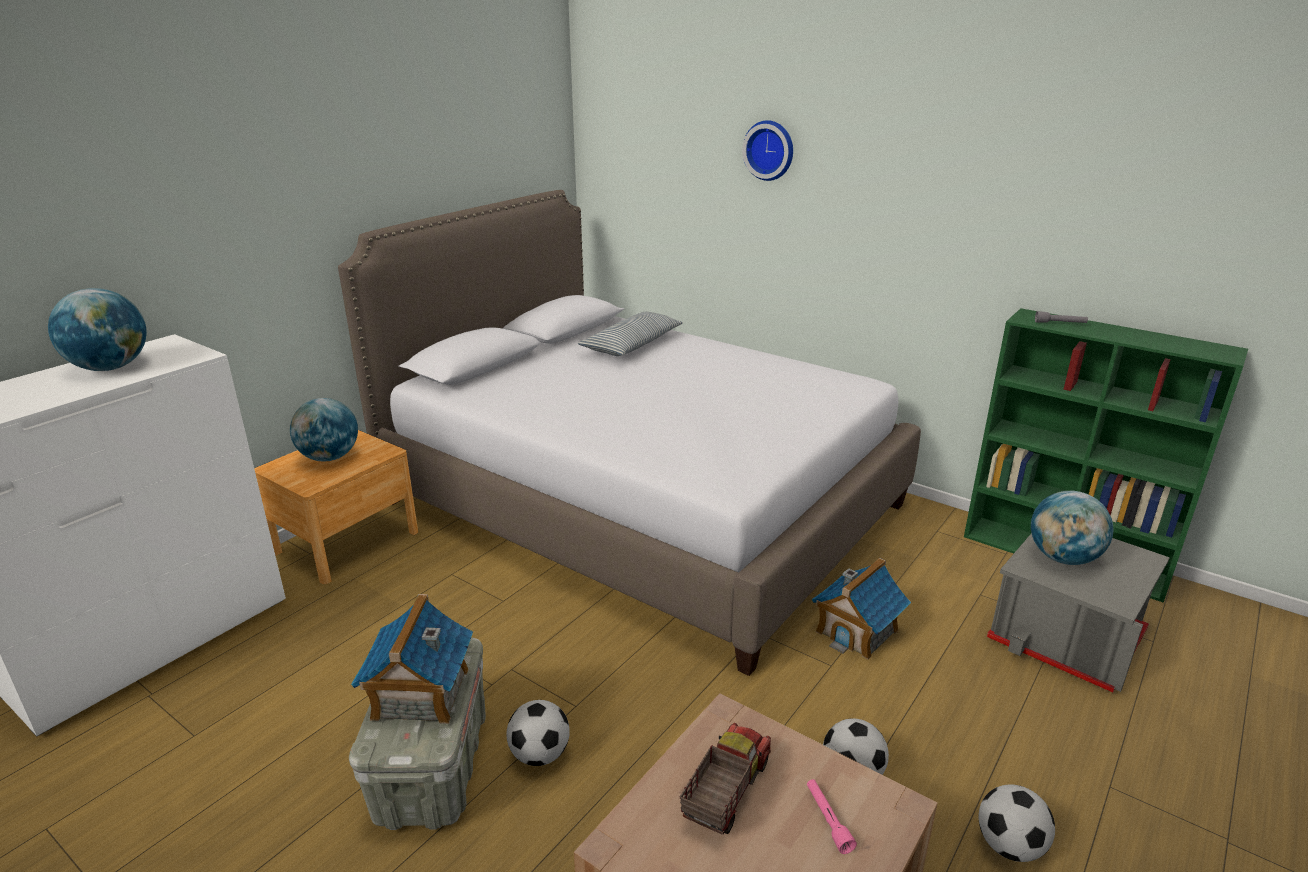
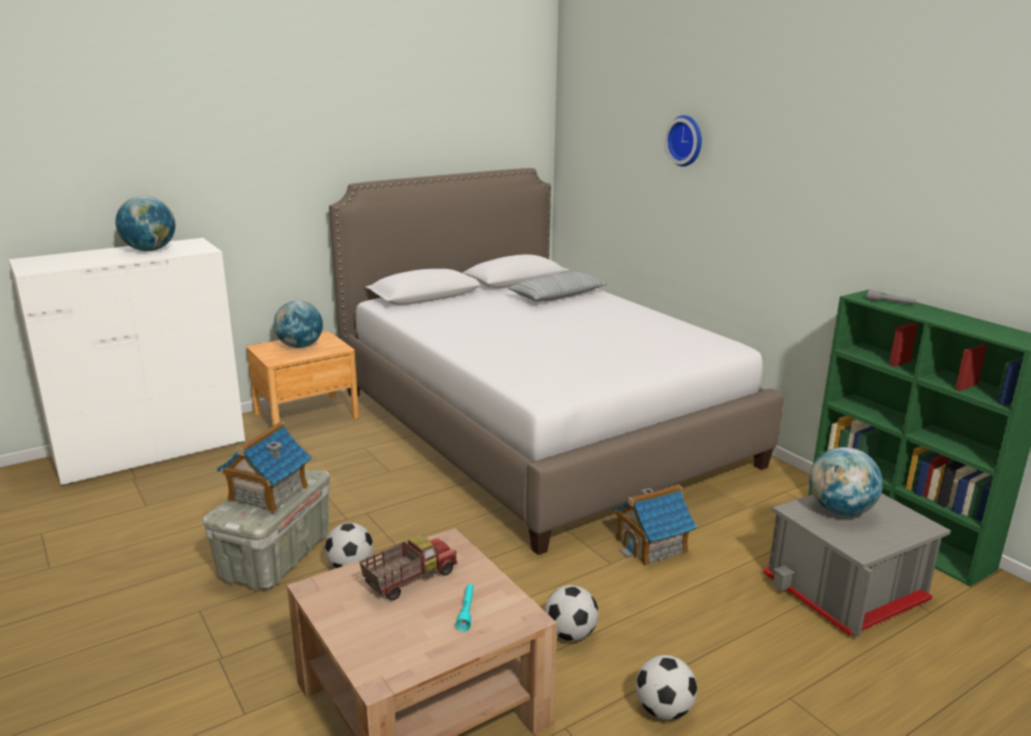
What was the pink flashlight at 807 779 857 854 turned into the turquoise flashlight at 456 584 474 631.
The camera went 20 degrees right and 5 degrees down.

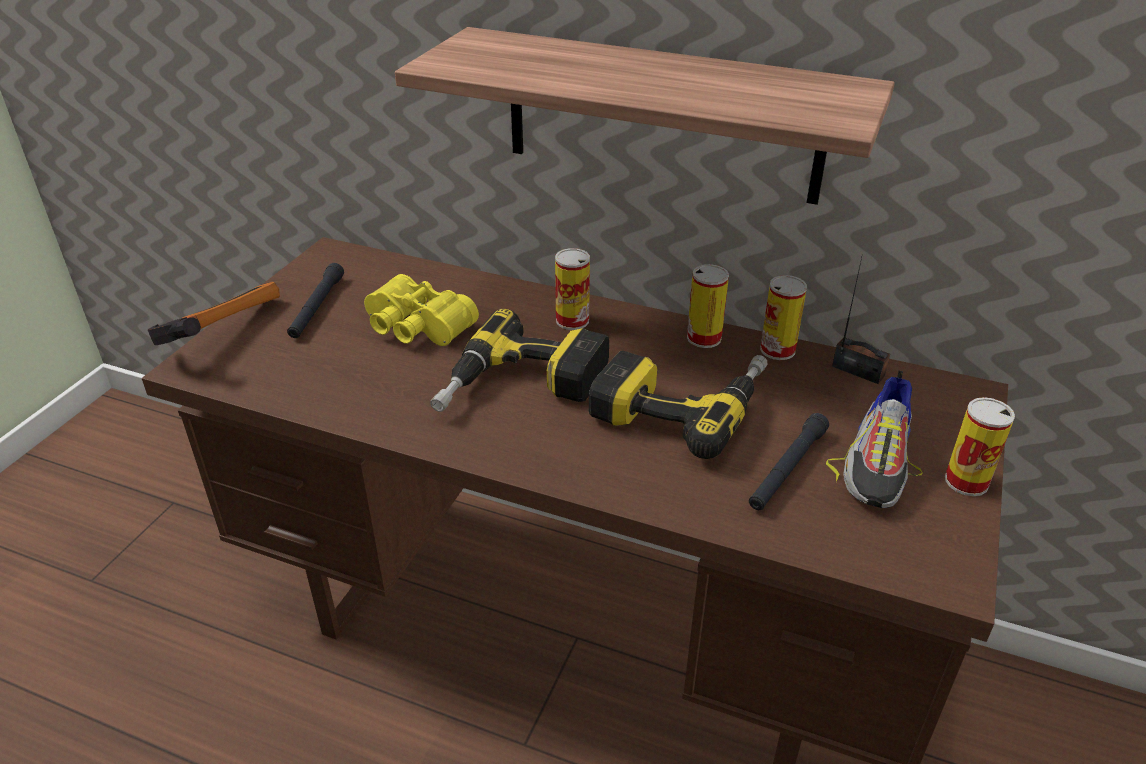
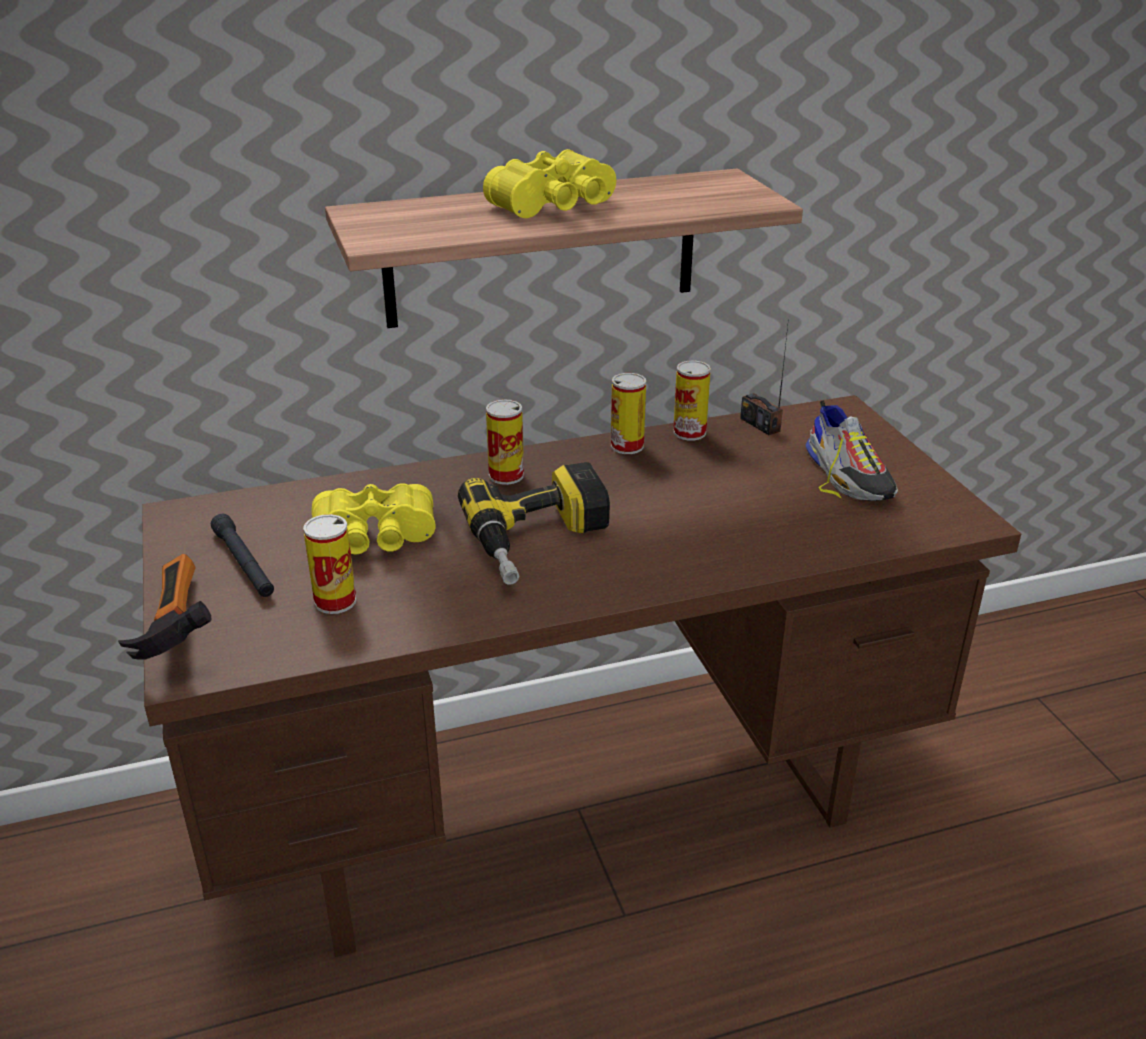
The can ended up elsewhere, having gone from 945 397 1015 496 to 303 514 356 614.
The second view gained the yellow binoculars at 483 149 616 218.
The radio at 832 257 890 384 ended up facing another way, 120 degrees counterclockwise from before.
The second view lost the power drill at 589 351 768 459.
The second view lost the black flashlight at 749 413 829 510.
The camera went 40 degrees left and 5 degrees down.

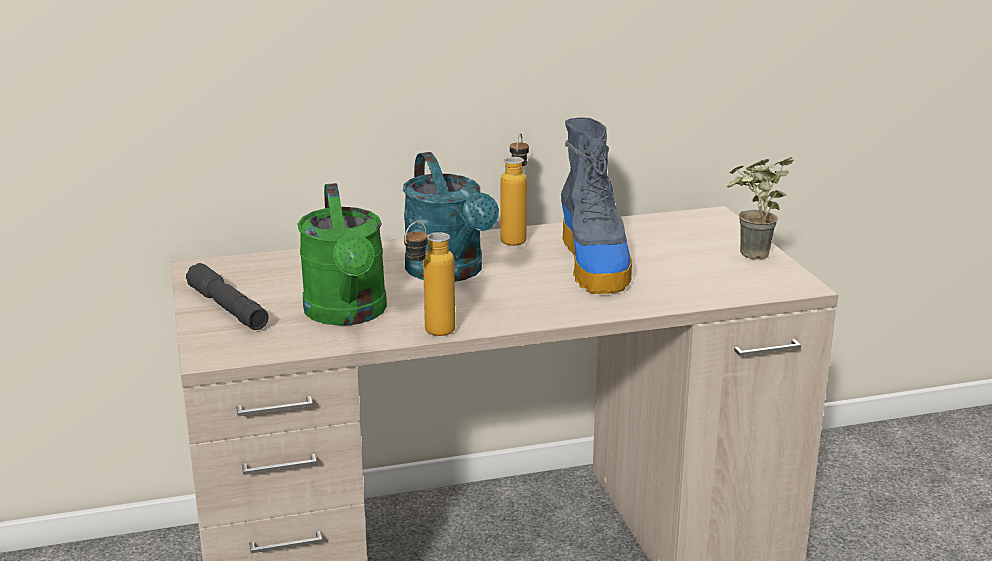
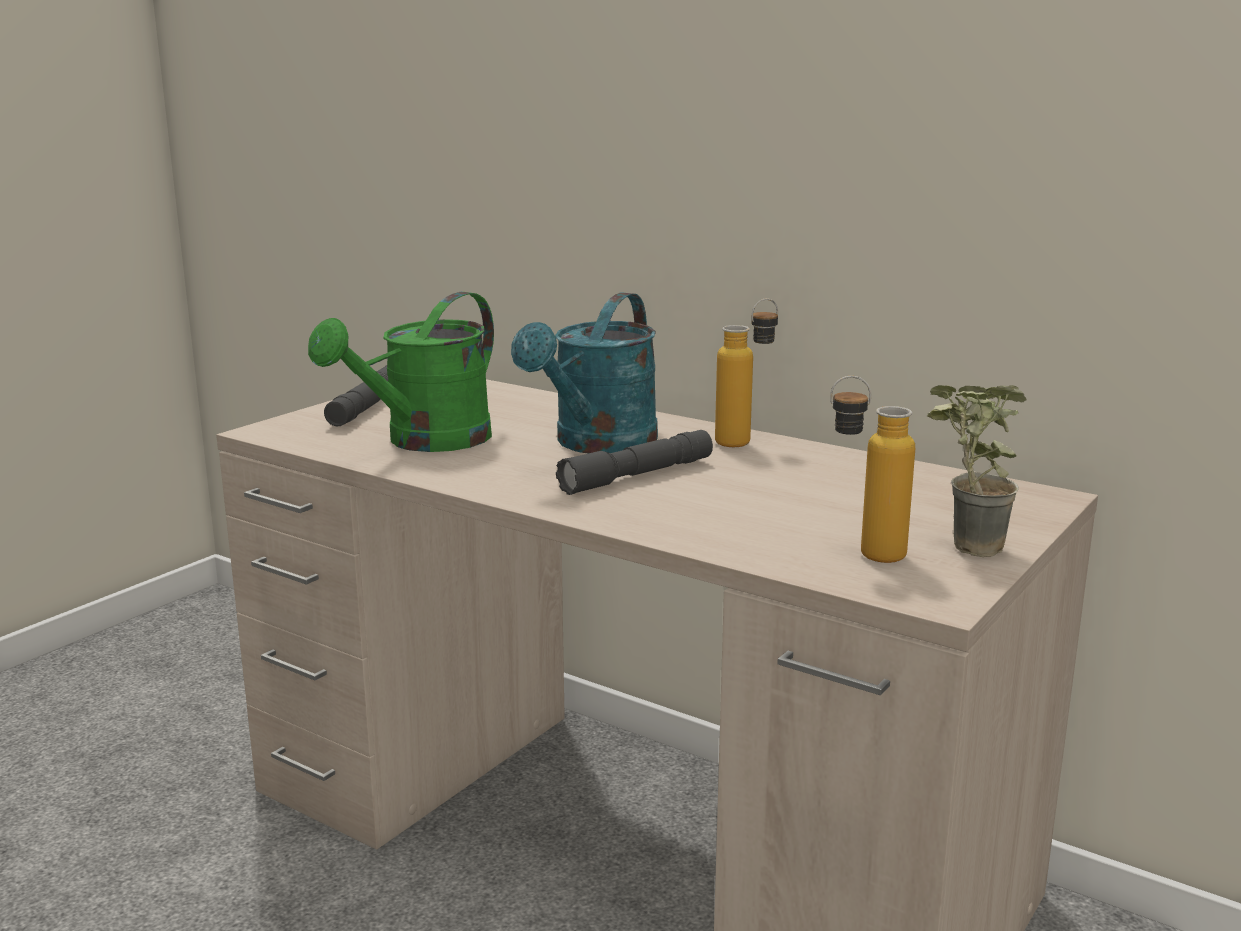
The second view gained the grey flashlight at 556 430 713 495.
The bottle ended up elsewhere, having gone from 404 221 455 336 to 830 376 915 563.
The second view lost the boot at 561 117 632 294.
The camera went 50 degrees right and 5 degrees down.

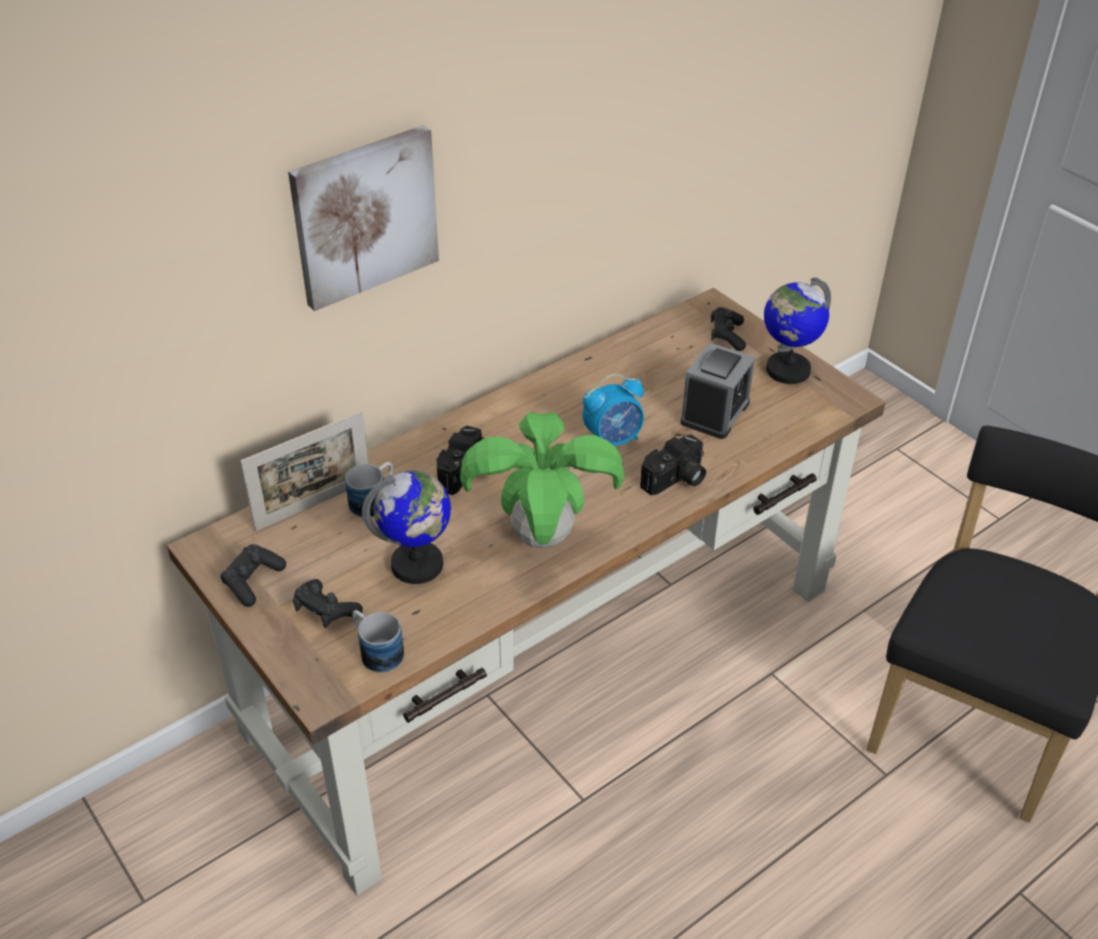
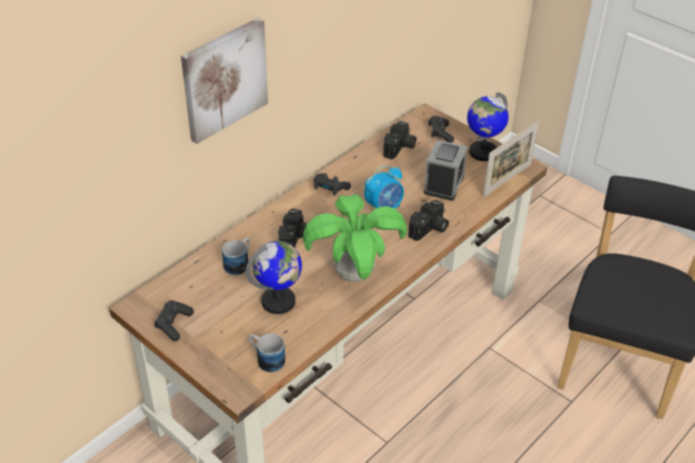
The black game controller ended up elsewhere, having gone from 293 579 363 628 to 314 173 351 196.
The second view gained the photo camera at 383 121 417 159.
The picture frame ended up elsewhere, having gone from 240 411 369 531 to 483 121 539 197.
The camera went 10 degrees left and 0 degrees up.

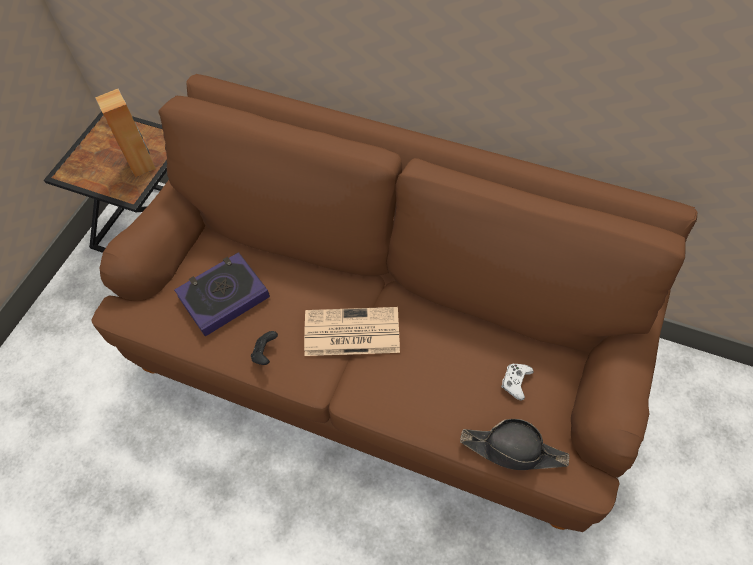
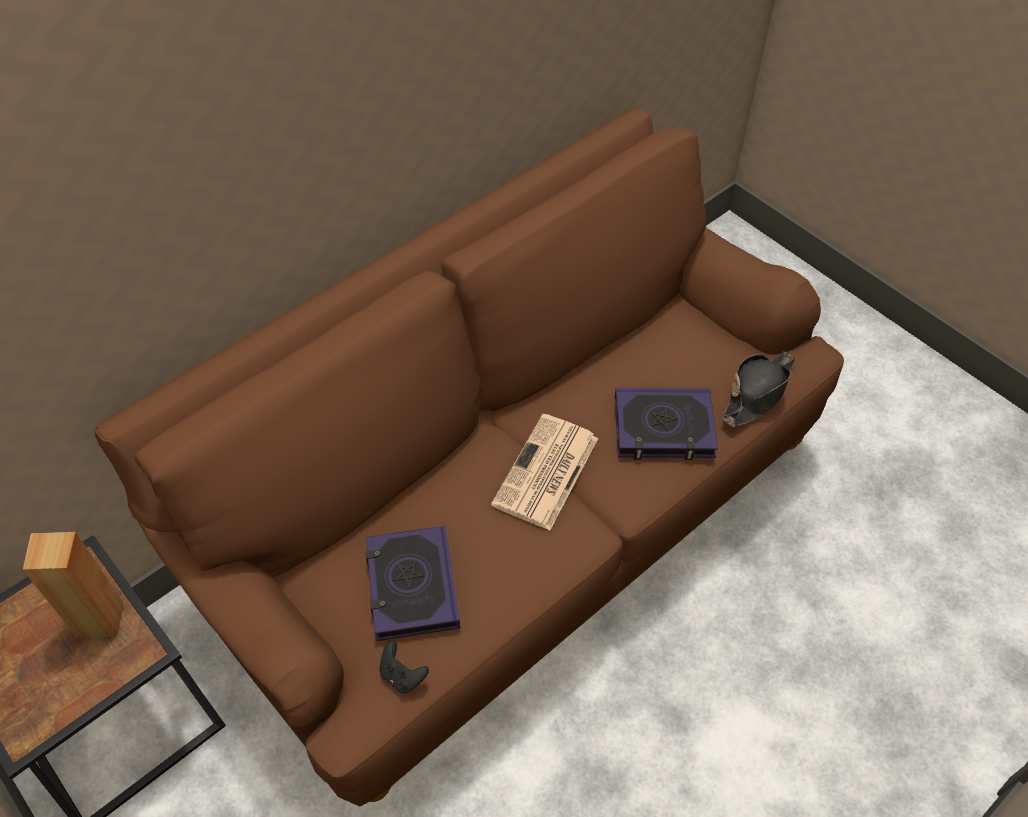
The black game controller ended up elsewhere, having gone from 251 331 278 365 to 379 641 429 693.
The second view gained the book at 615 388 718 460.
The second view lost the white game controller at 501 364 534 401.
The camera went 65 degrees left and 5 degrees down.

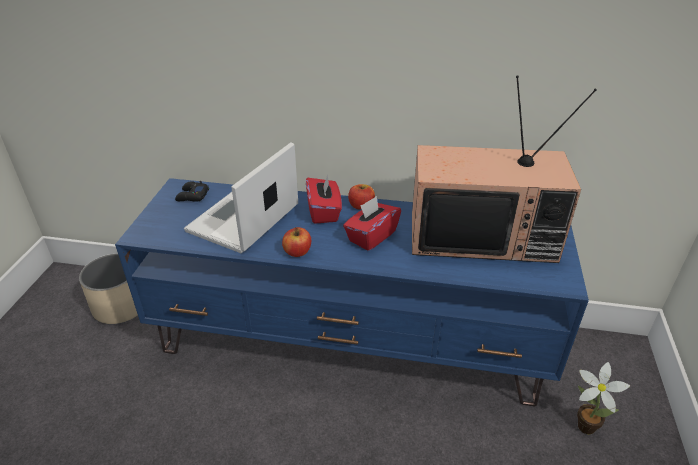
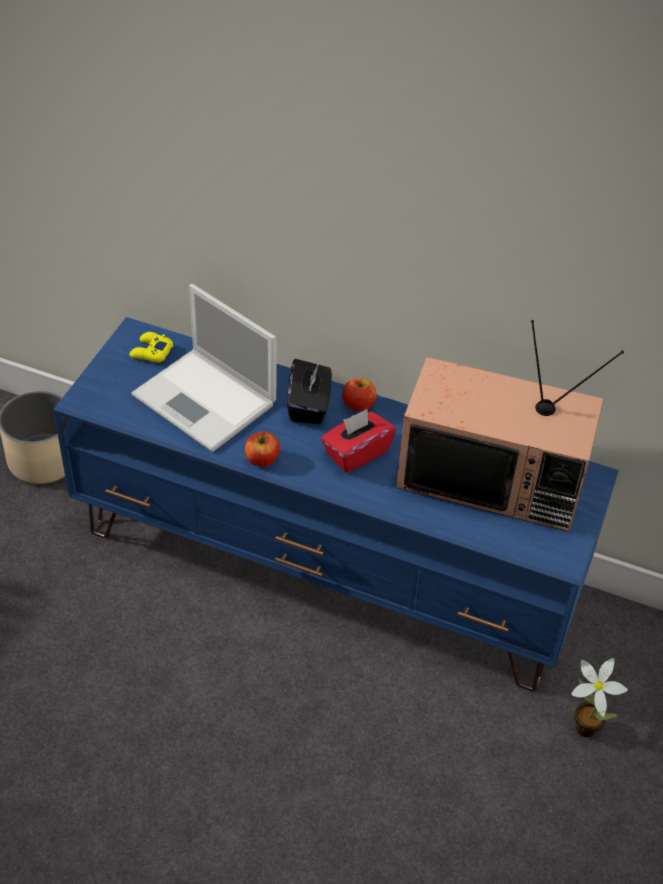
What was the black game controller at 175 181 209 201 turned into the yellow game controller at 129 332 173 363.
The laptop at 184 142 298 253 ended up facing another way, 90 degrees counterclockwise from before.
What was the red tissue box at 306 175 342 224 turned into the black tissue box at 287 359 332 424.
The camera went 10 degrees right and 10 degrees up.

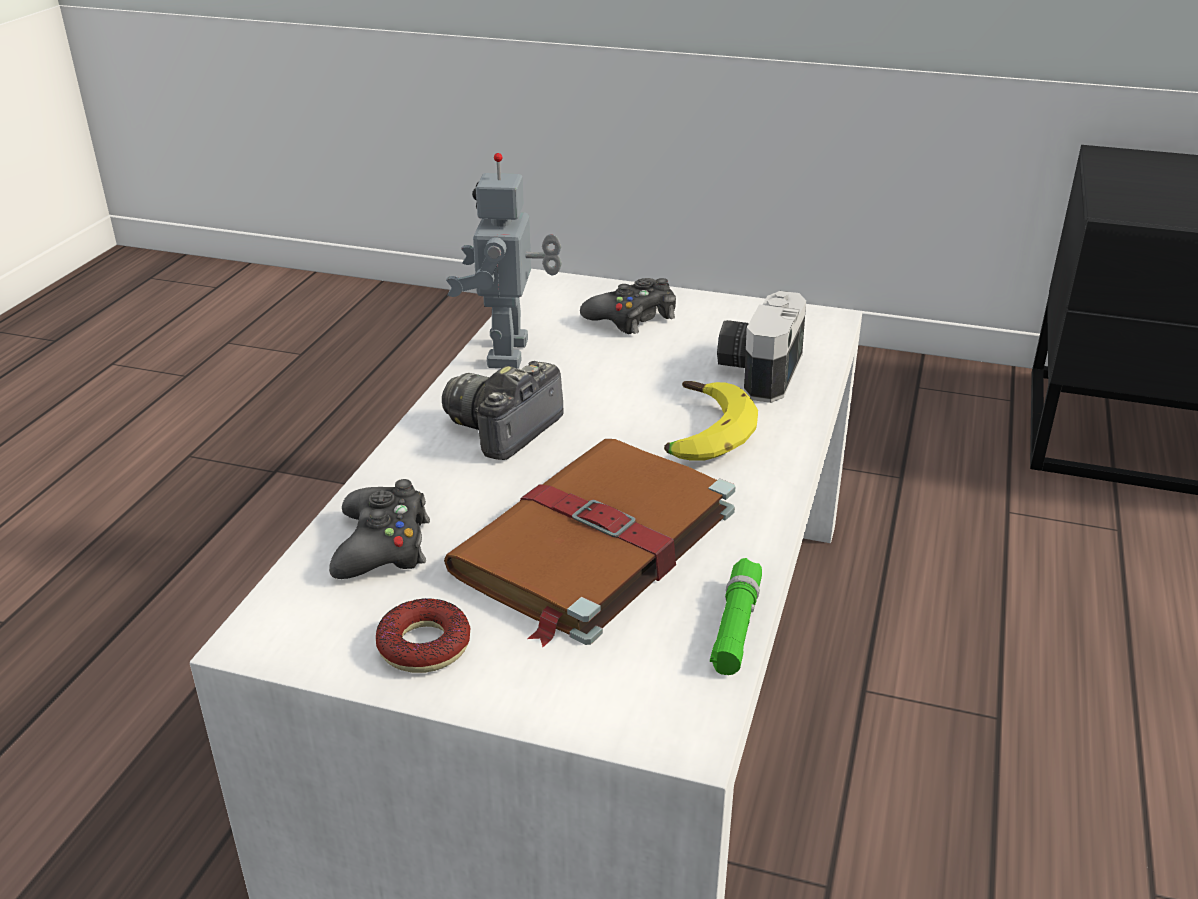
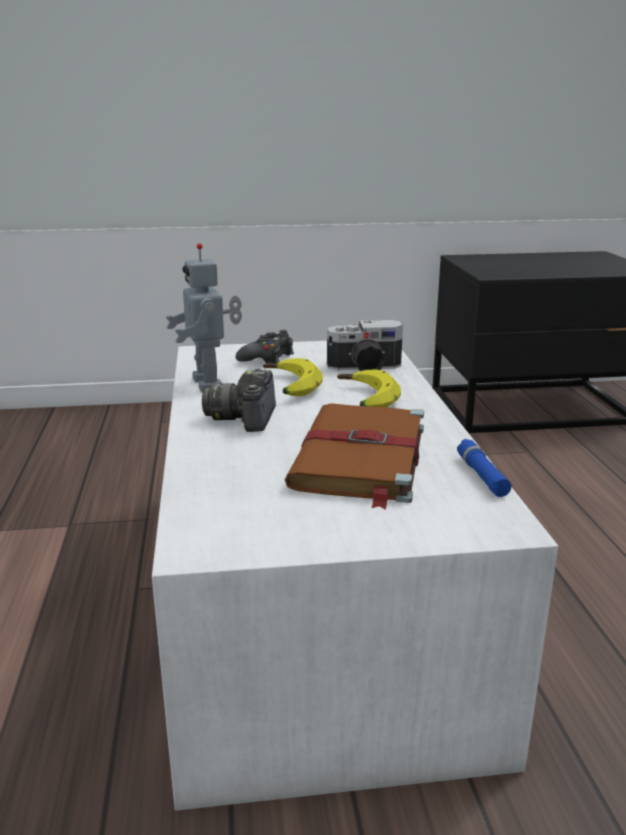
The second view gained the banana at 263 358 323 396.
The photo camera at 717 291 806 403 ended up facing another way, 90 degrees counterclockwise from before.
What was the green flashlight at 710 558 762 675 turned into the blue flashlight at 457 439 512 497.
The second view lost the black game controller at 329 479 430 579.
The second view lost the donut at 376 598 470 673.
The camera went 25 degrees left and 10 degrees down.

